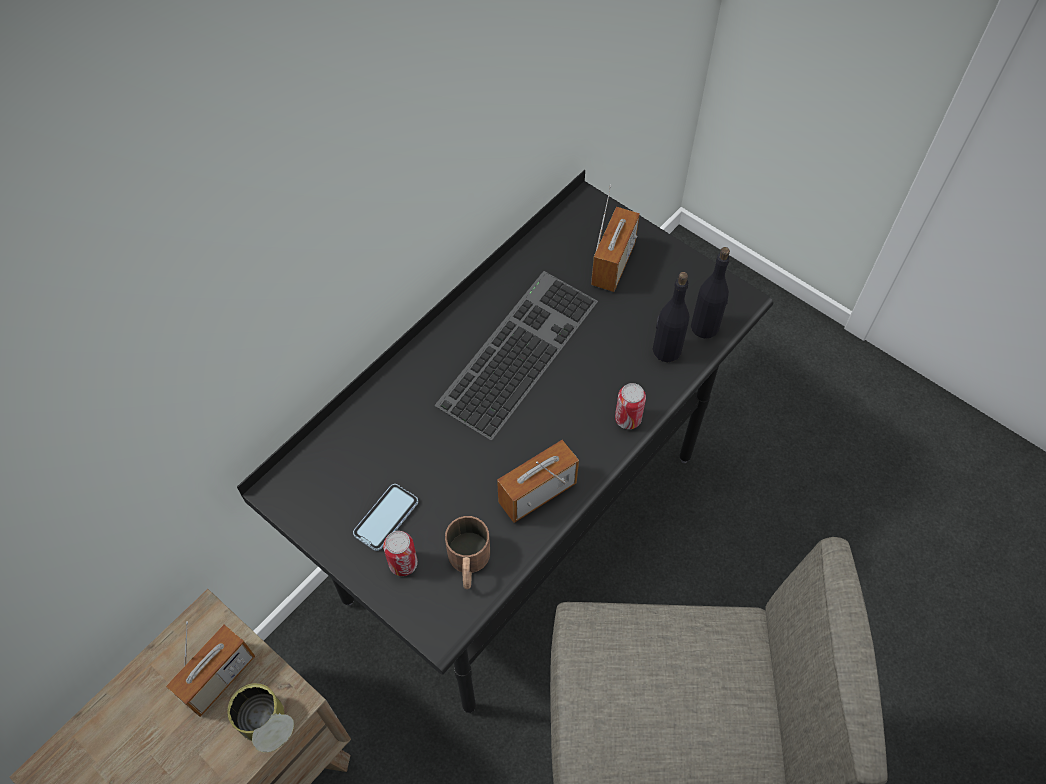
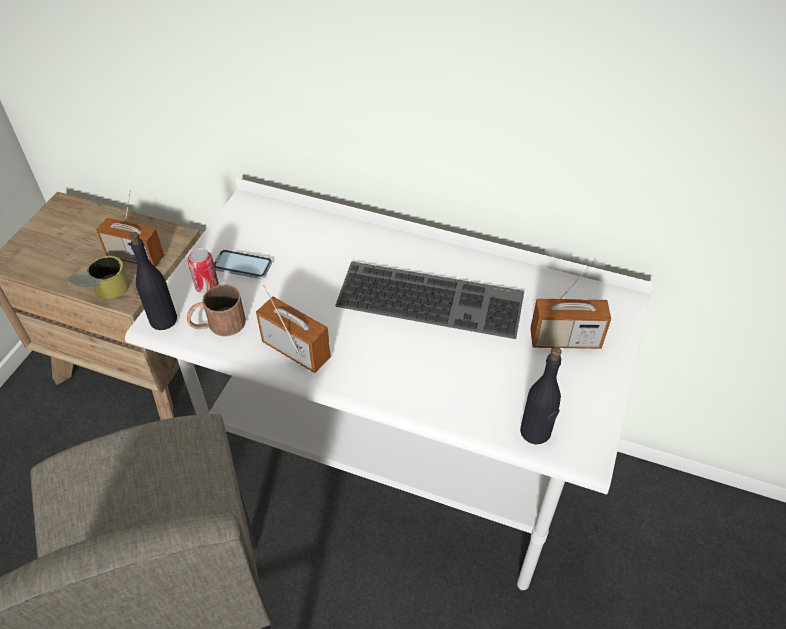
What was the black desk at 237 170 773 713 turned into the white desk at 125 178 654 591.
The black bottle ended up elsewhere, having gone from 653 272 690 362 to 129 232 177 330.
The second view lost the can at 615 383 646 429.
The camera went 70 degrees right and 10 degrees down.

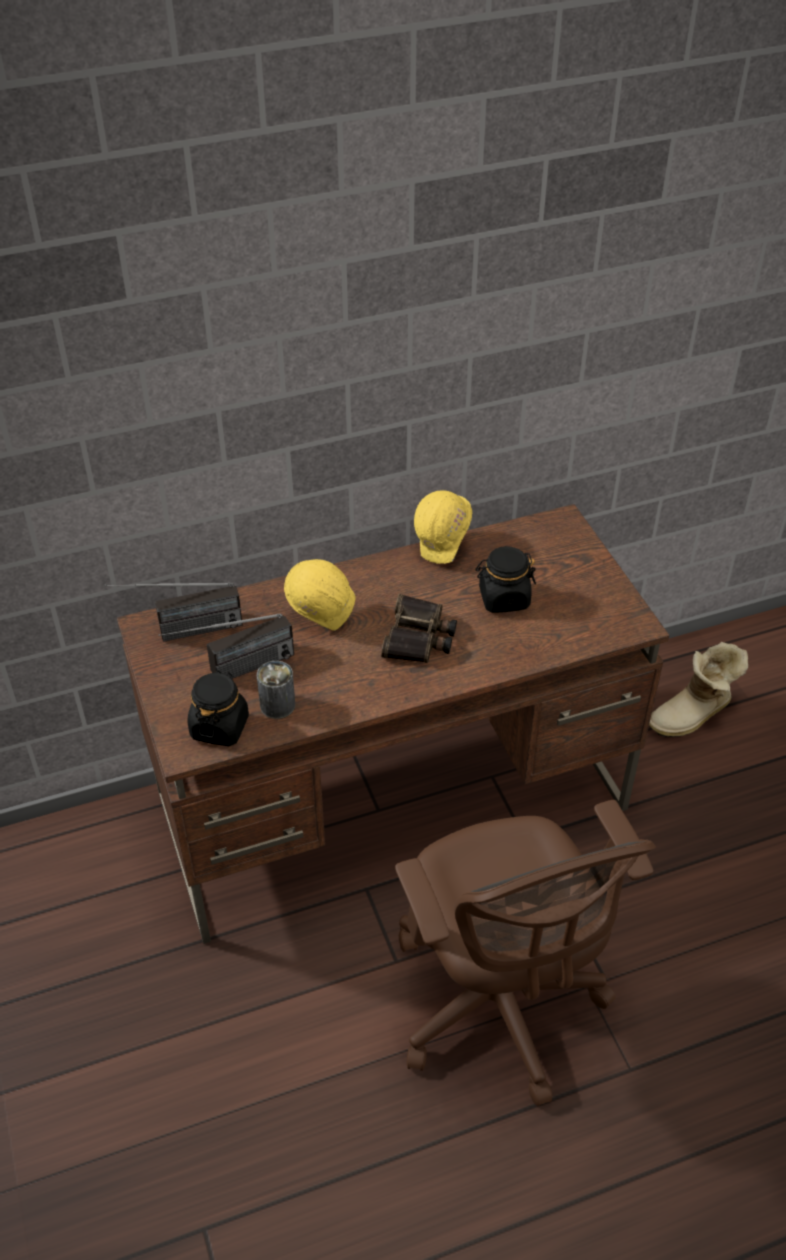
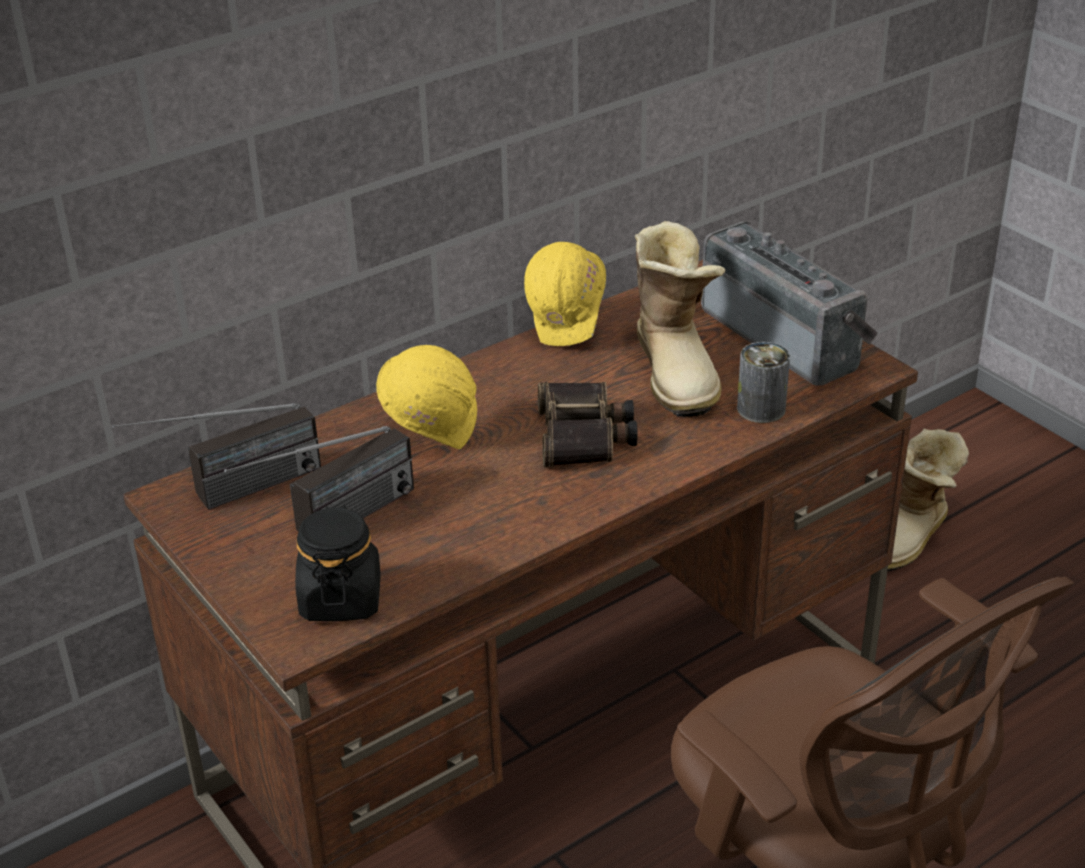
Where the black jar stood at 475 546 536 613, the boot came to stand at 635 221 725 417.
The second view gained the radio at 701 222 878 386.
The can ended up elsewhere, having gone from 257 661 295 719 to 737 342 790 423.
The camera went 15 degrees left and 10 degrees down.

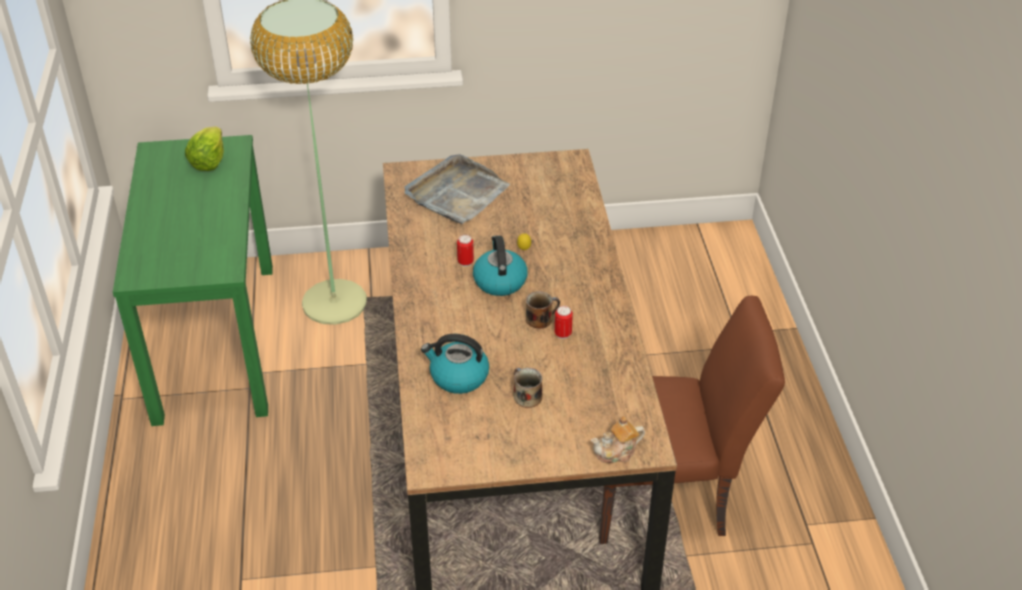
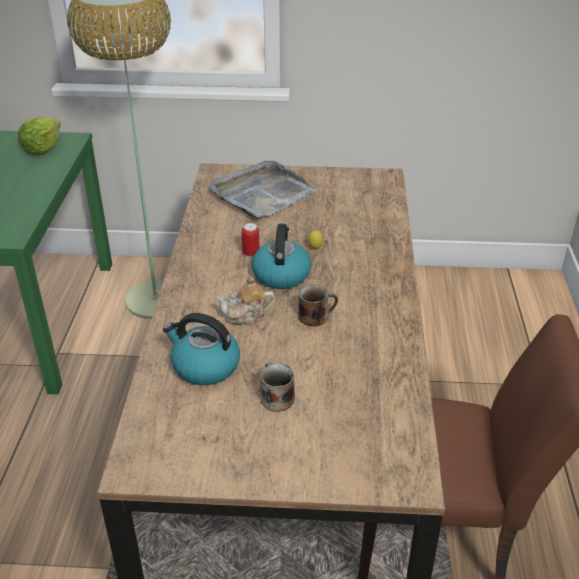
The teapot ended up elsewhere, having gone from 591 416 645 463 to 216 276 275 325.
The second view lost the can at 555 306 573 339.
The camera went 10 degrees right and 5 degrees down.

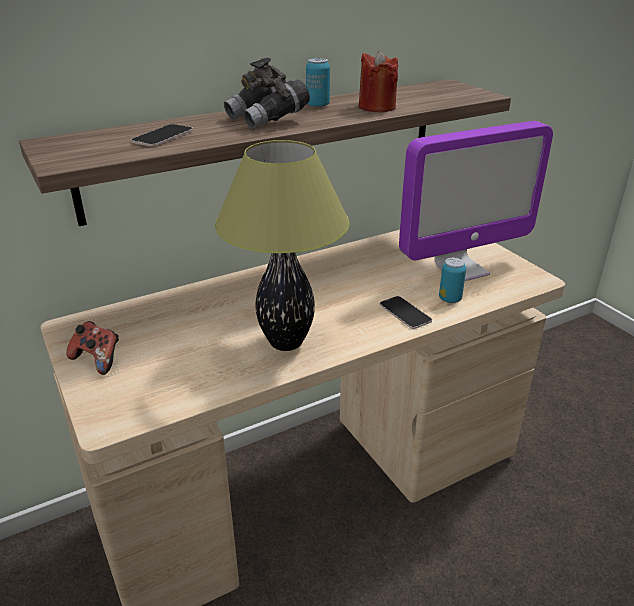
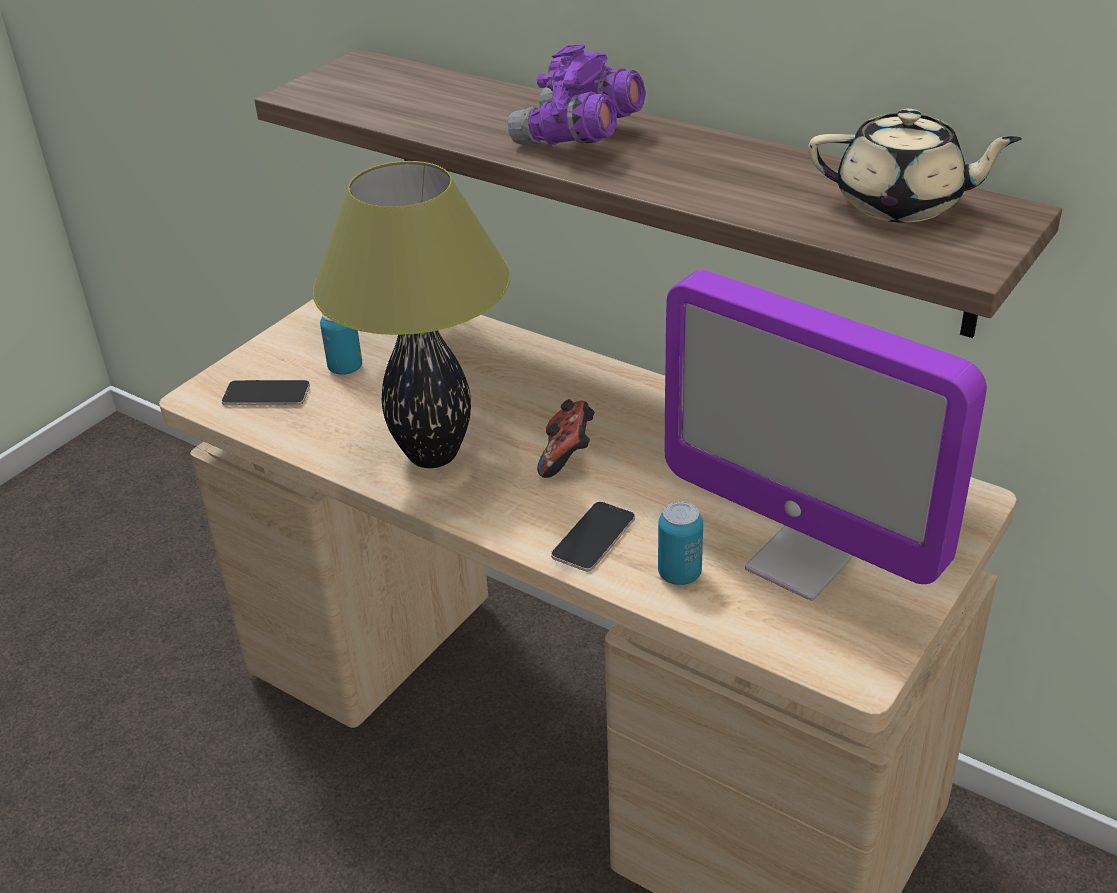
The phone ended up elsewhere, having gone from 131 124 193 146 to 221 380 310 406.
The can ended up elsewhere, having gone from 306 58 330 107 to 320 313 362 375.
What was the grey binoculars at 224 58 310 130 turned into the purple binoculars at 508 44 646 145.
The game controller ended up elsewhere, having gone from 66 321 119 375 to 537 399 595 478.
The second view gained the beige teapot at 808 109 1022 223.
The second view lost the red candle at 359 50 398 112.
The camera went 65 degrees right and 5 degrees up.

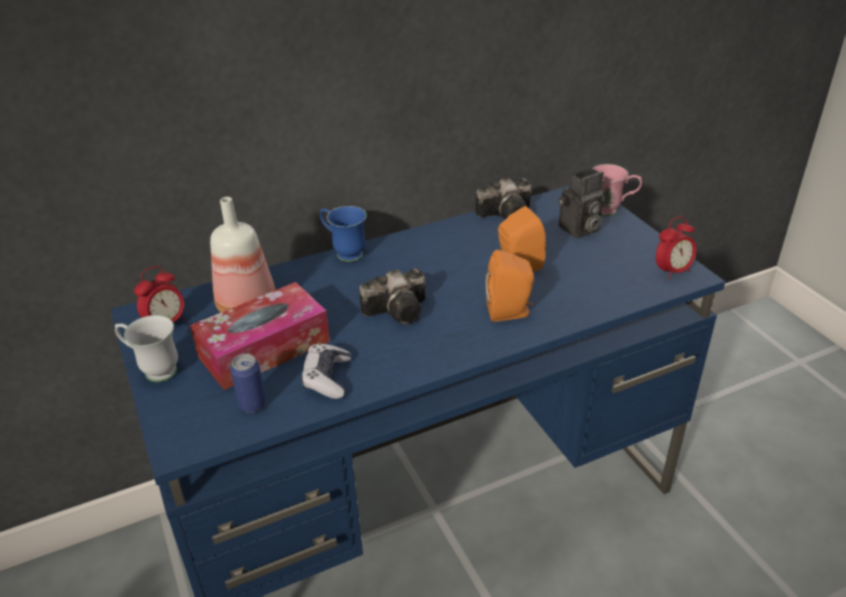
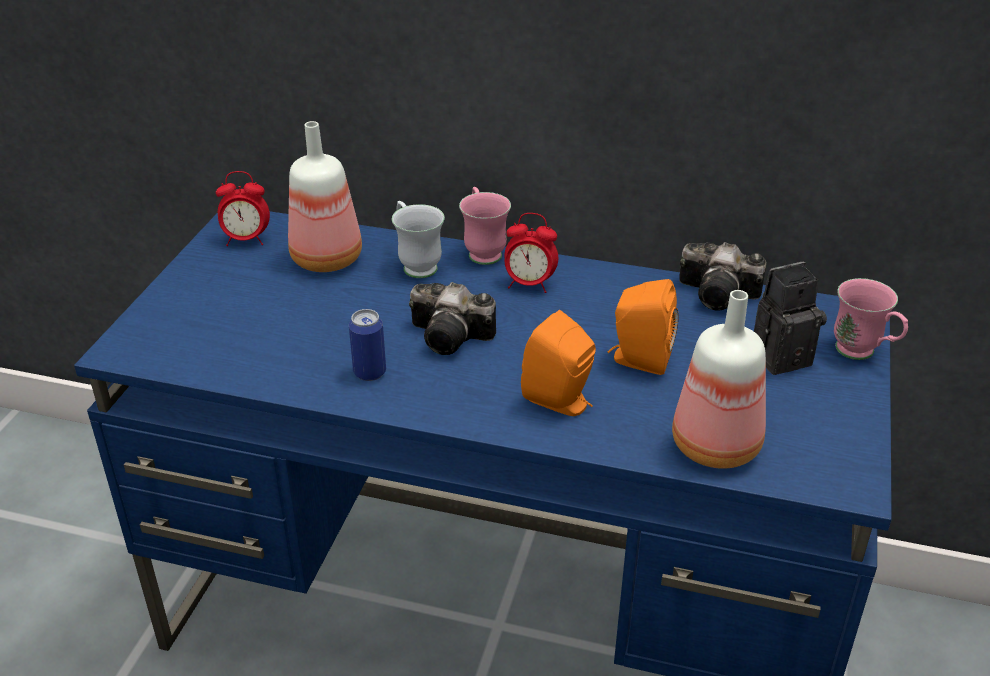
The can ended up elsewhere, having gone from 230 354 266 413 to 349 309 386 381.
The white mug ended up elsewhere, having gone from 115 315 178 382 to 392 201 445 278.
What was the blue mug at 320 206 367 262 turned into the pink mug at 459 187 511 265.
The alarm clock ended up elsewhere, having gone from 656 216 696 280 to 504 213 558 293.
The second view gained the bottle at 672 290 766 469.
The photo camera at 558 167 604 239 ended up facing another way, 150 degrees clockwise from before.
The second view lost the tissue box at 190 282 330 390.
The second view lost the game controller at 301 343 351 399.
The camera went 40 degrees right and 0 degrees up.

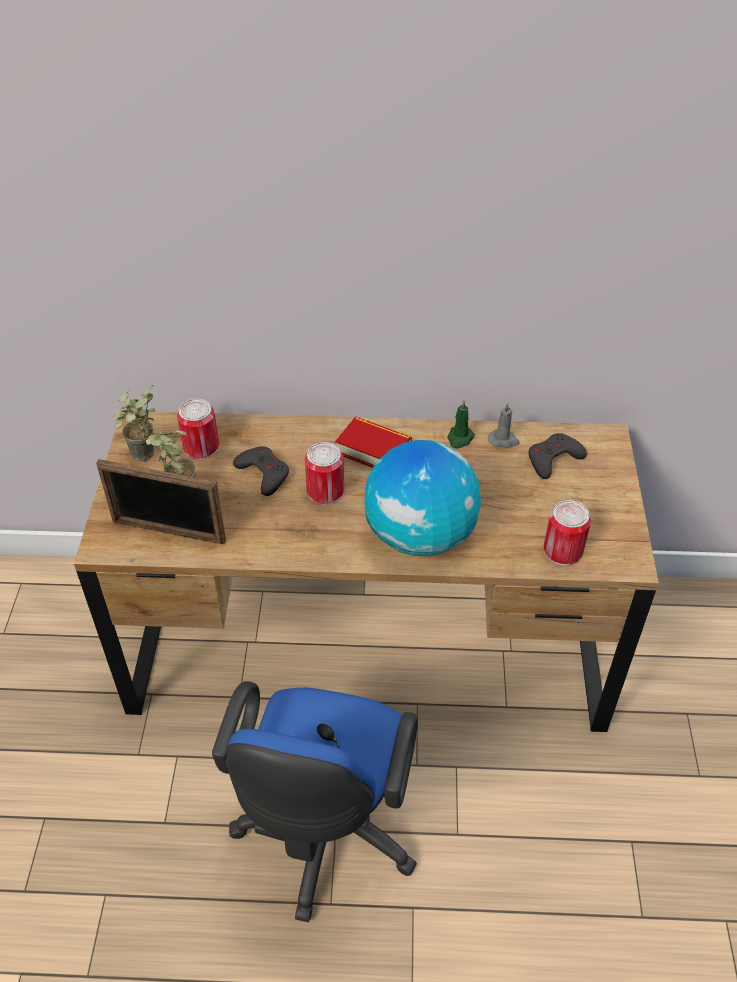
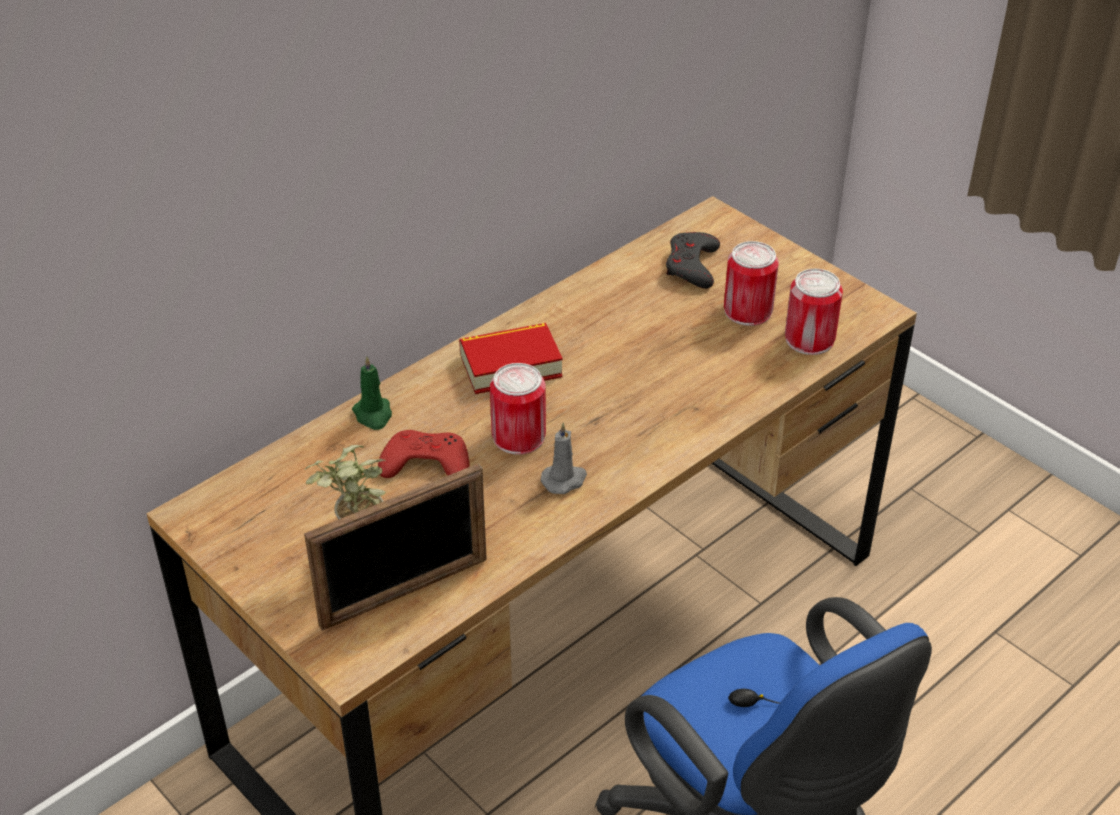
The green candle ended up elsewhere, having gone from 447 401 475 449 to 352 356 392 430.
What was the grey game controller at 233 446 289 496 turned into the red game controller at 378 430 470 478.
The grey candle ended up elsewhere, having gone from 488 403 519 448 to 541 422 587 494.
The can ended up elsewhere, having gone from 177 399 219 460 to 724 241 779 326.
The second view lost the potted plant at 113 385 155 461.
The second view lost the globe at 365 440 481 556.
The camera went 45 degrees left and 5 degrees down.

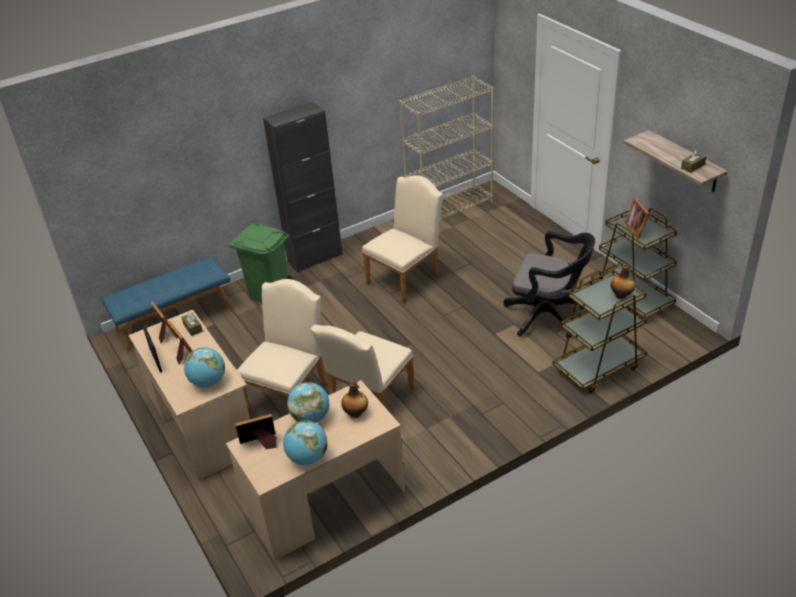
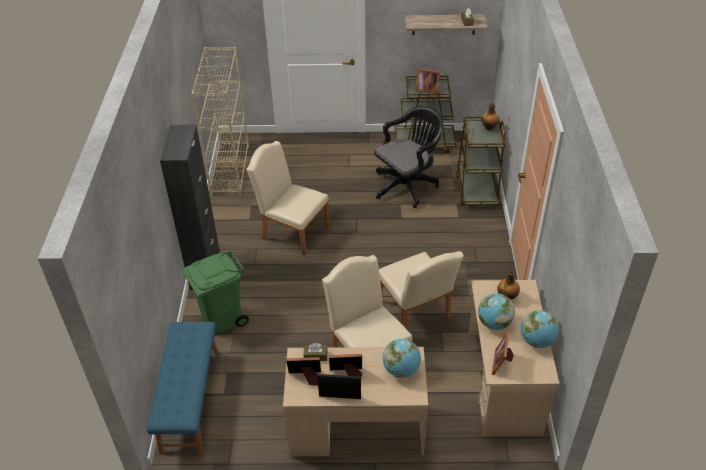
The beige chair at 362 175 443 303 ended up facing another way, 45 degrees counterclockwise from before.
The camera went 60 degrees left and 5 degrees up.

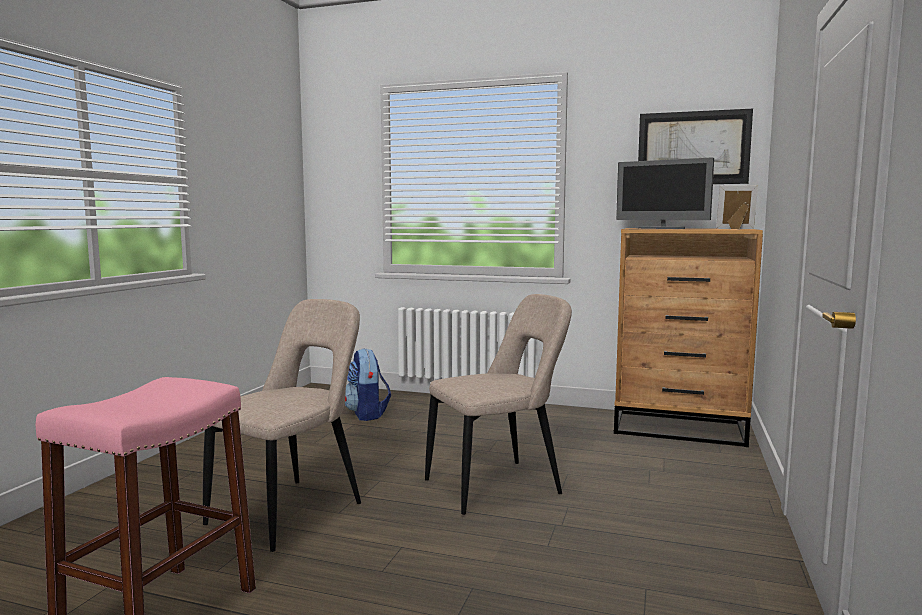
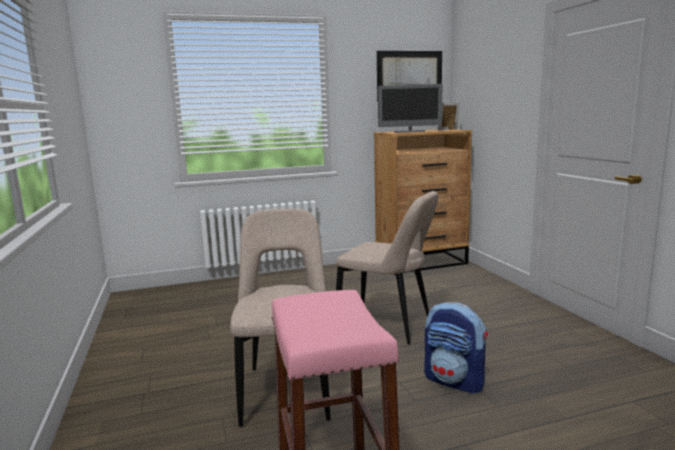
The beige chair at 425 294 572 515 ended up facing another way, 90 degrees clockwise from before.
The backpack ended up elsewhere, having gone from 345 348 391 421 to 424 302 488 394.
The camera went 35 degrees left and 5 degrees up.

